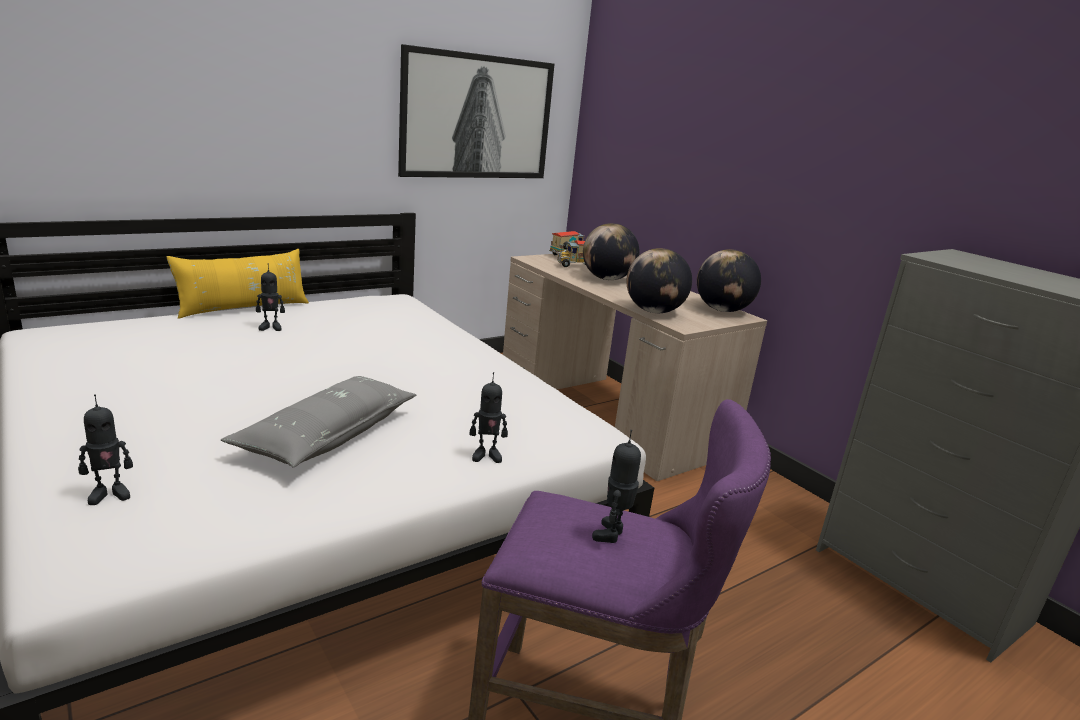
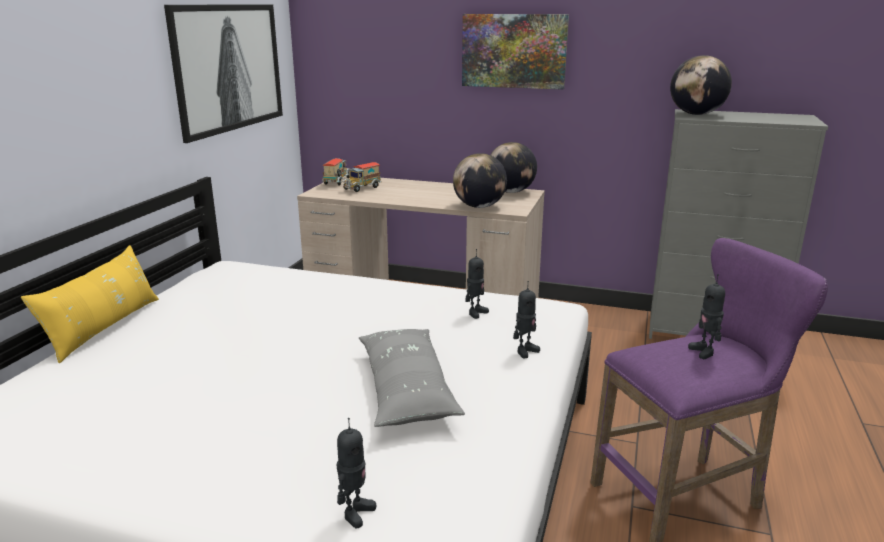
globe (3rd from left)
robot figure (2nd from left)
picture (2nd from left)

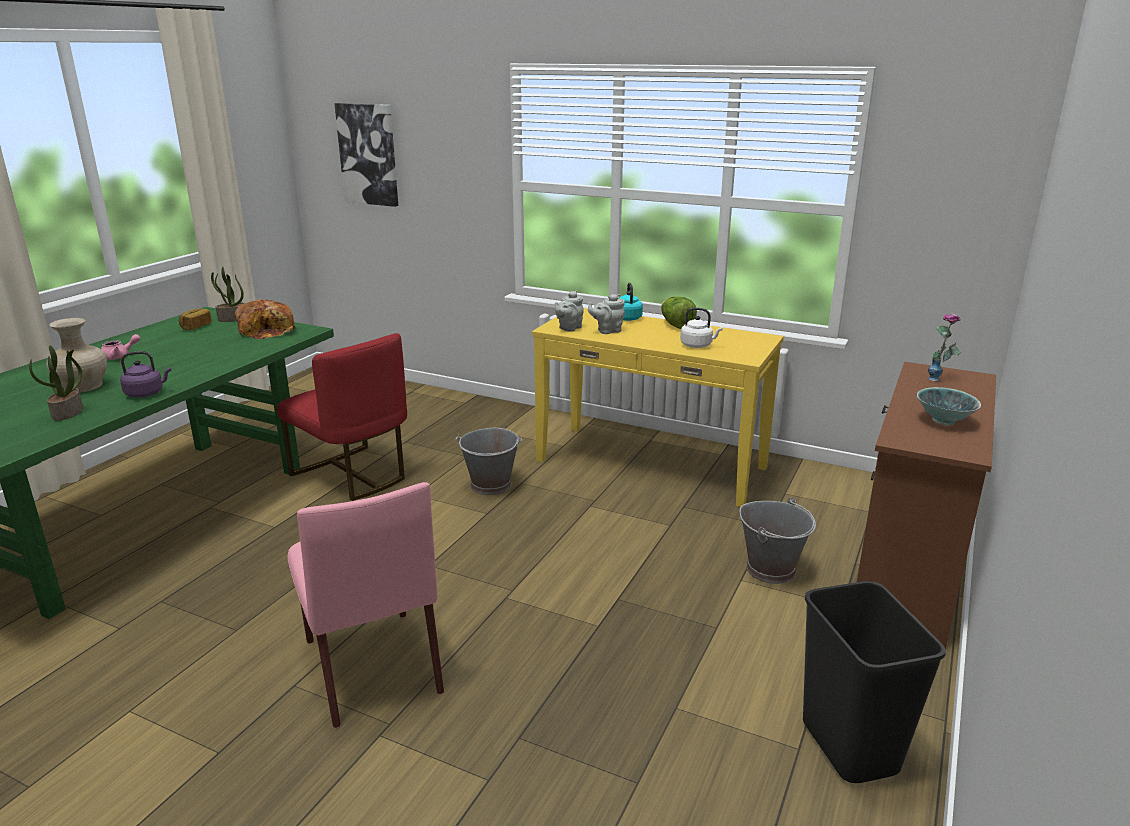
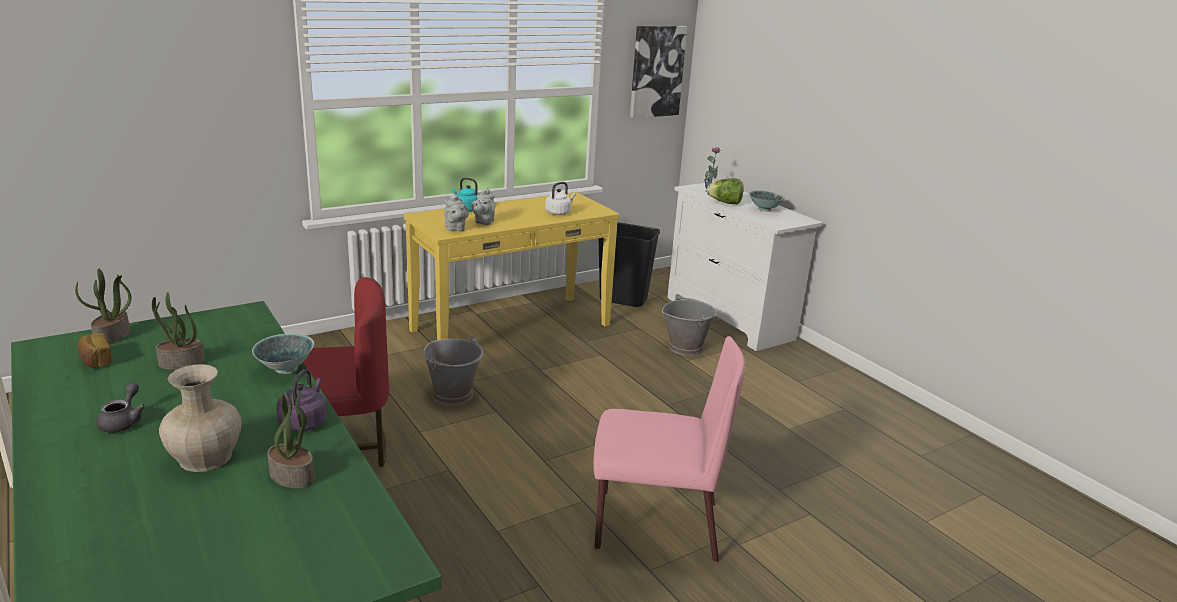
picture
lettuce head
bread (2nd from left in the first image)
gray pot for tea (1st from left)
whitish chest of drawers
black-coloured waste bin
potted plant (2nd from left)
bowl (1st from left)

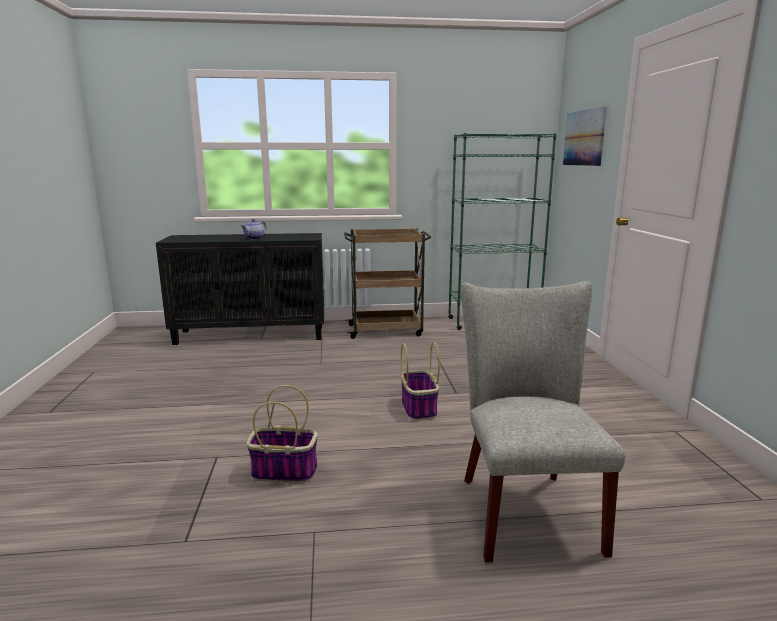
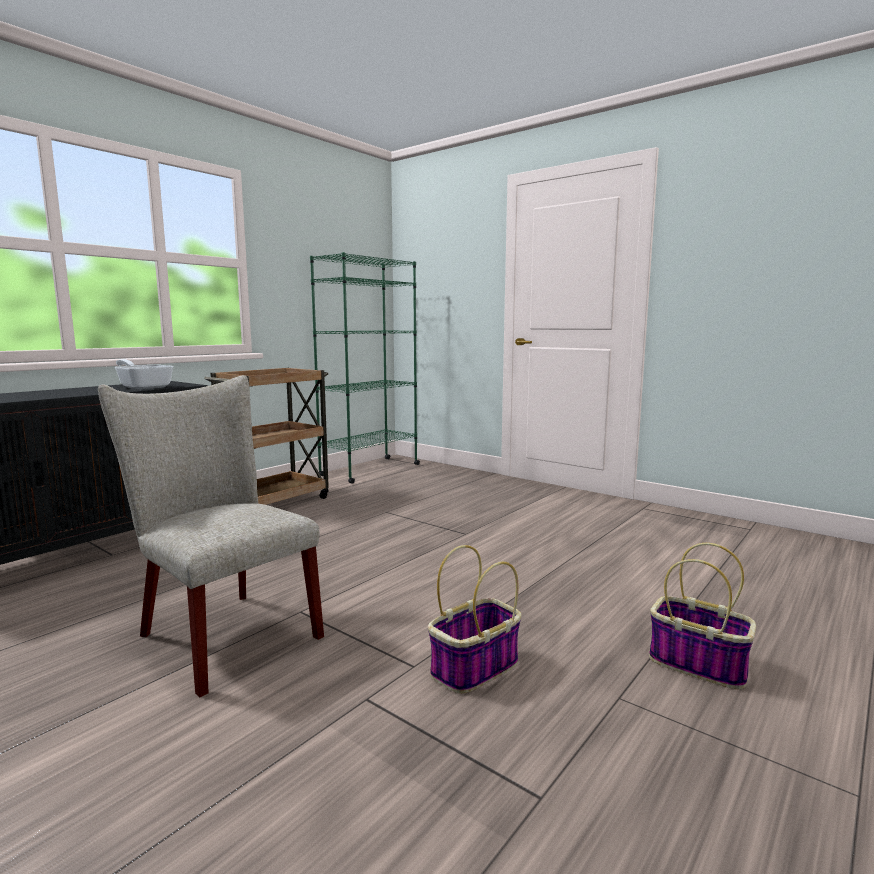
picture
pot for tea
beige-coloured upright chair
basket (2nd from left)
skillet

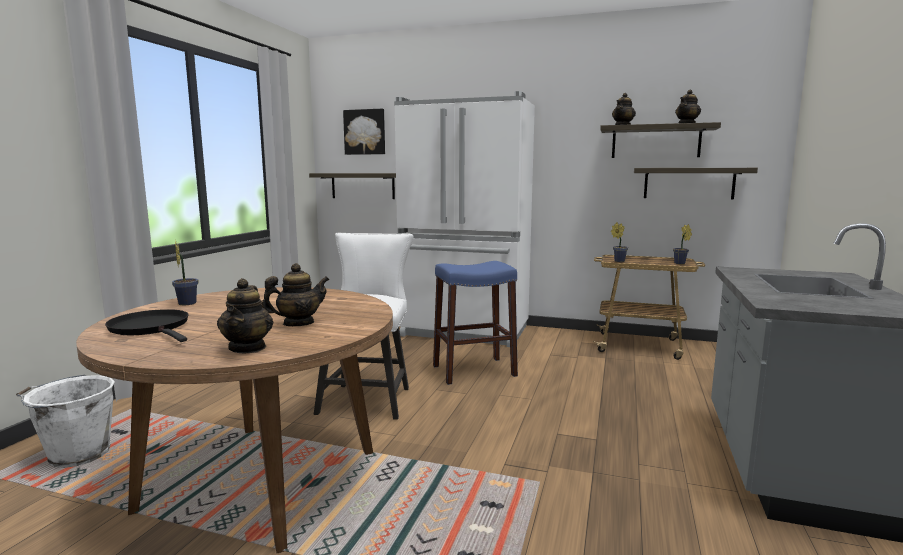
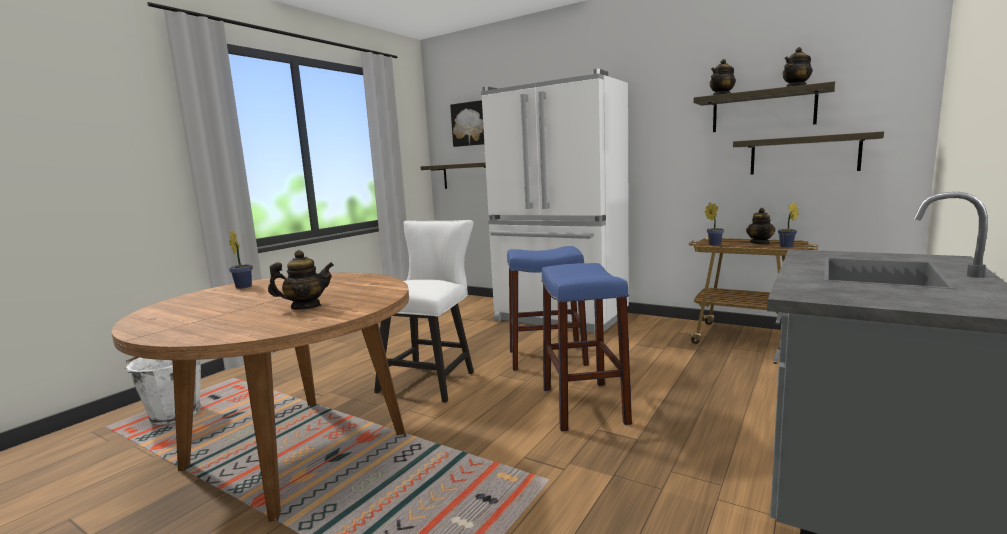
pot for tea (3rd from left)
black-coloured skillet
blue-coloured stool (2nd from left)

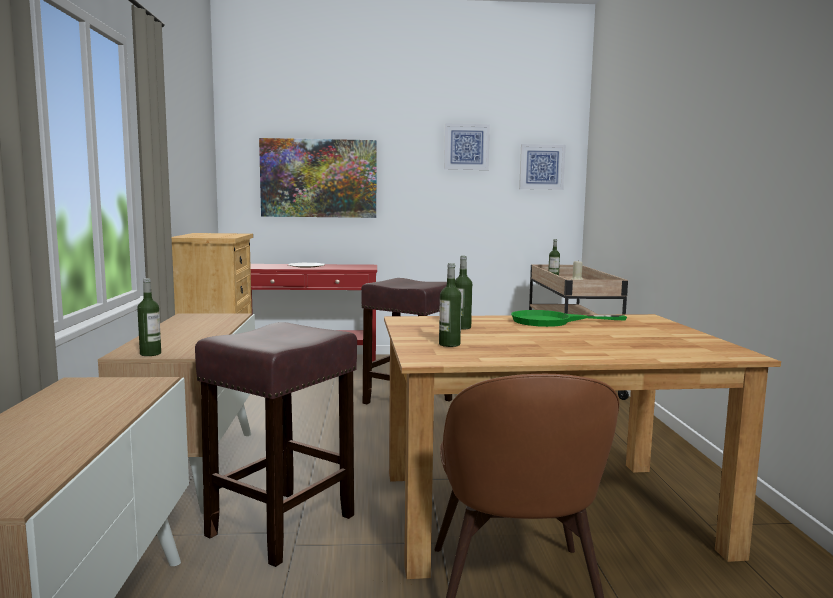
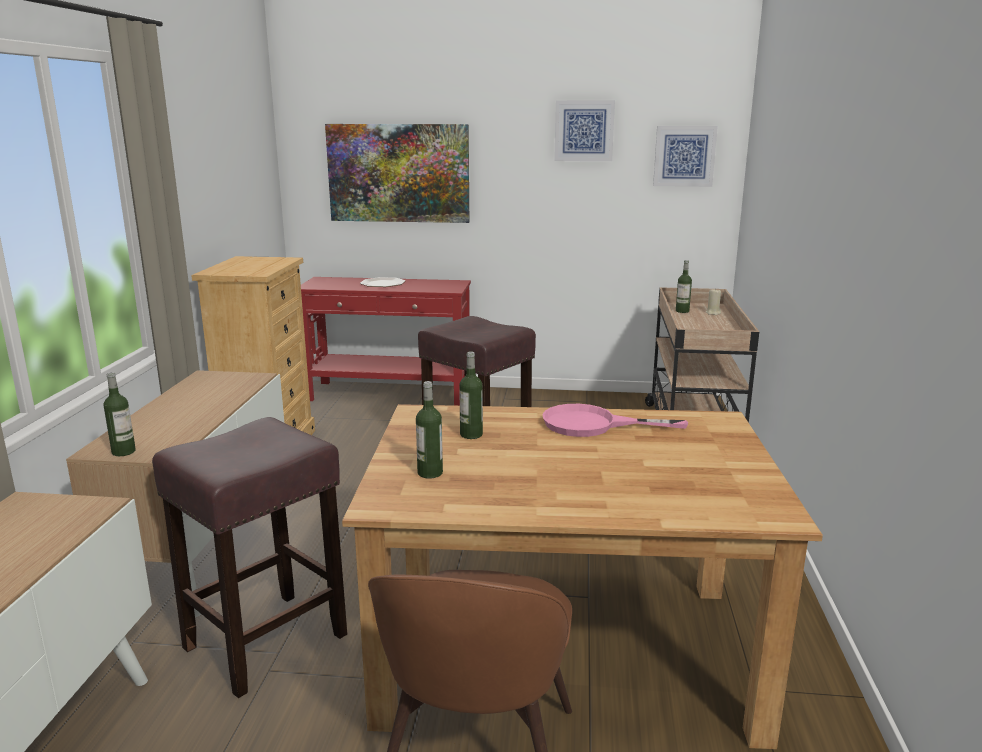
pink-coloured skillet

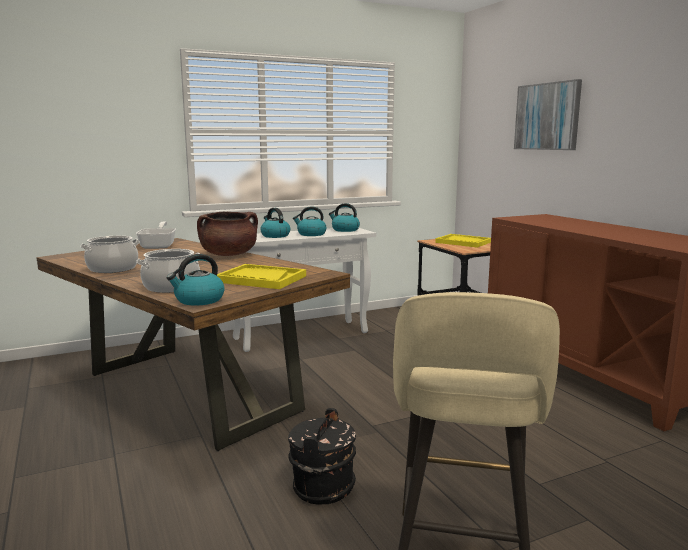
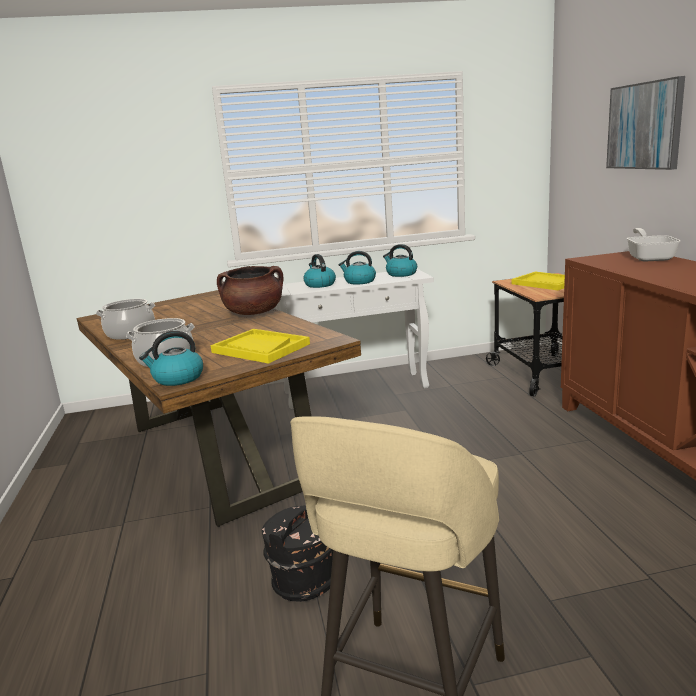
skillet

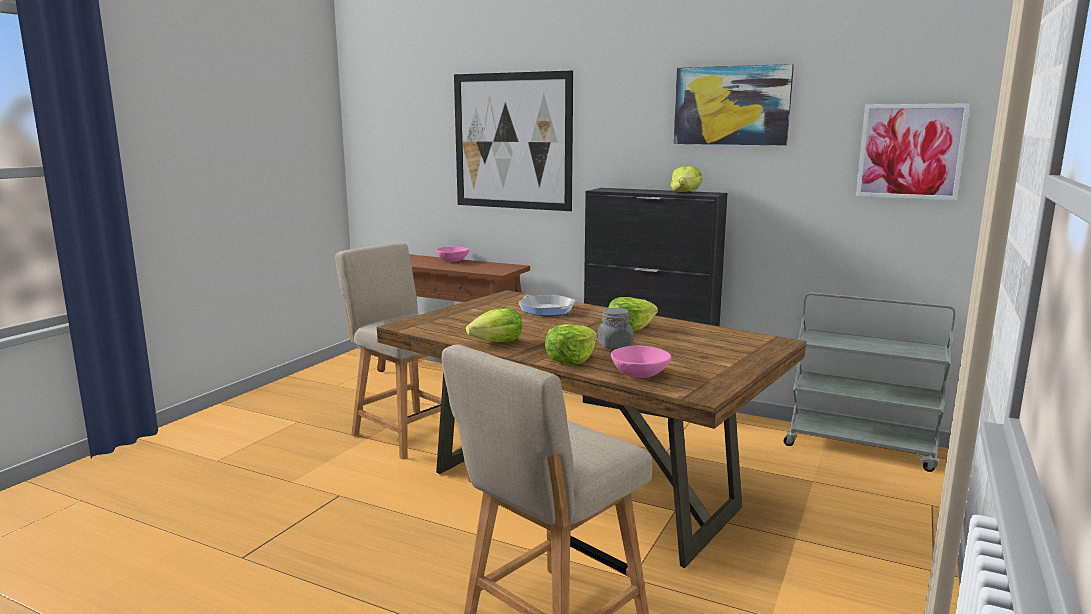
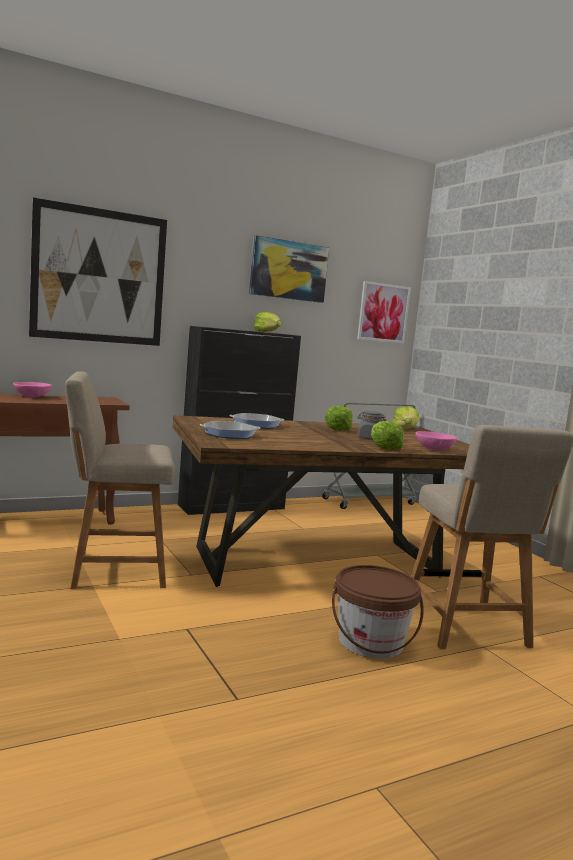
lettuce head (4th from left)
skillet (1st from left)
brownish pail

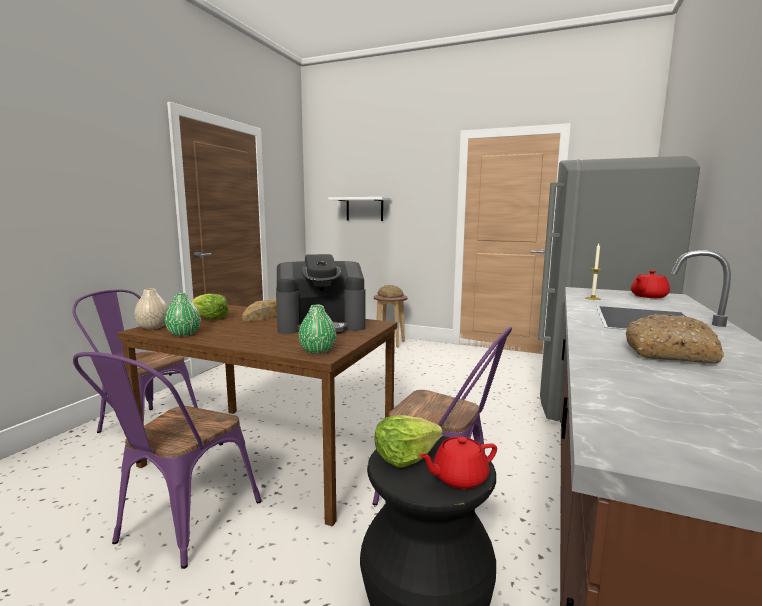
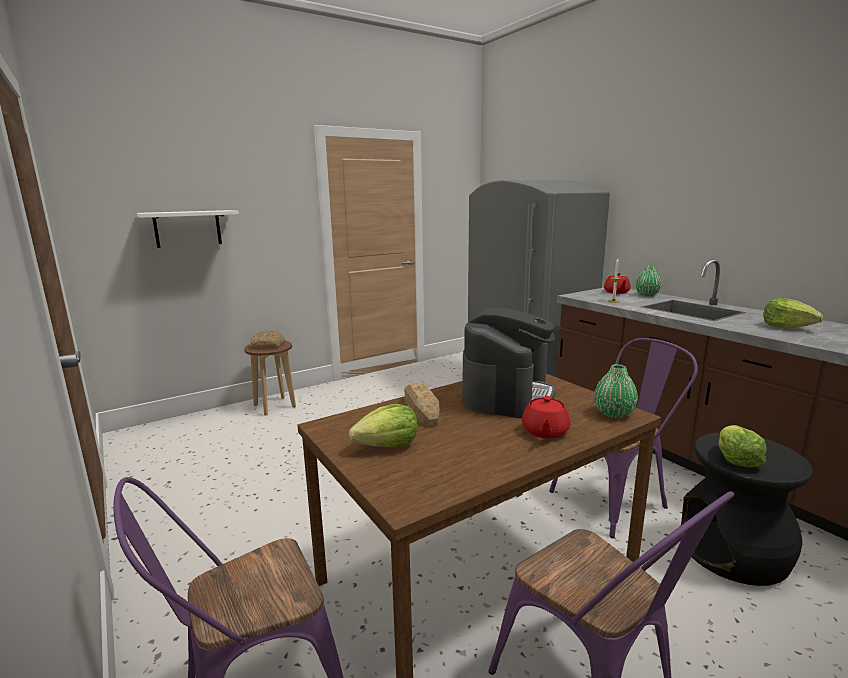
beige-coloured flower vase
green-coloured flower vase (2nd from left)
lettuce head (3rd from left)
red-coloured pot for tea (1st from left)

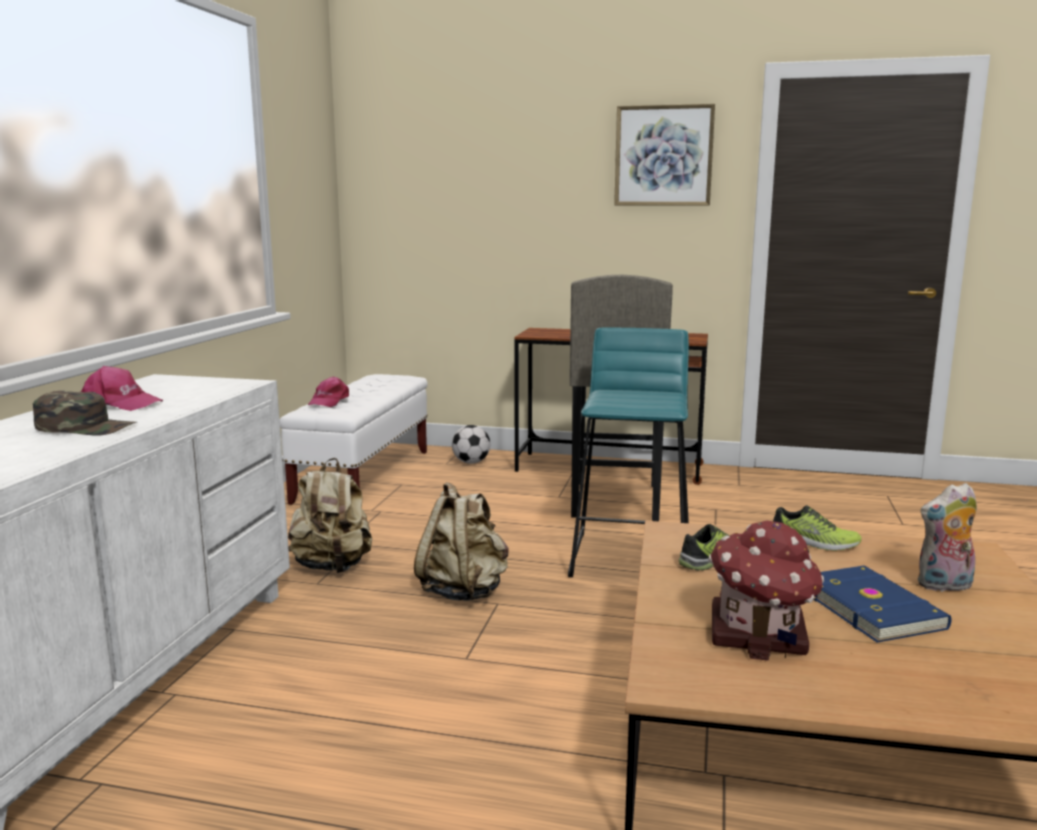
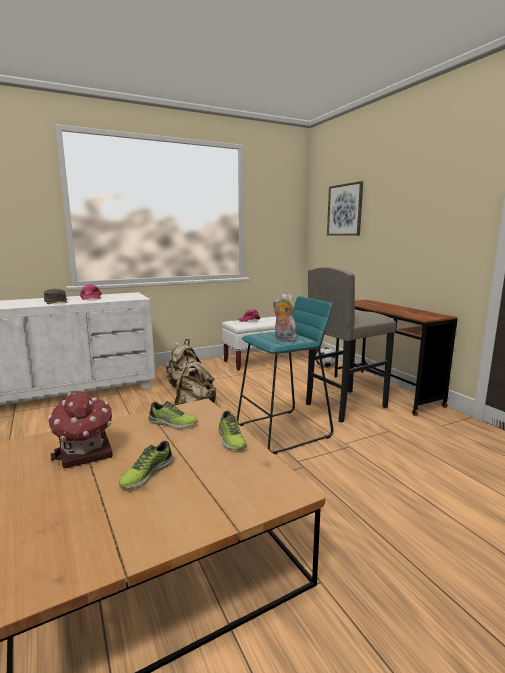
picture
plush toy
item of footwear (1st from left)

